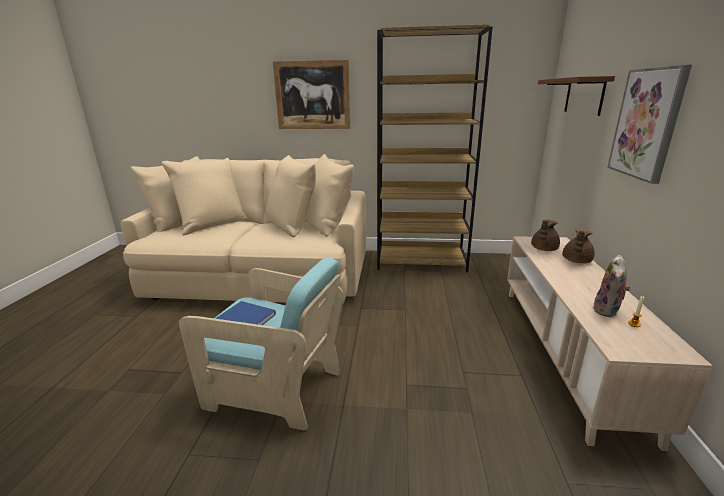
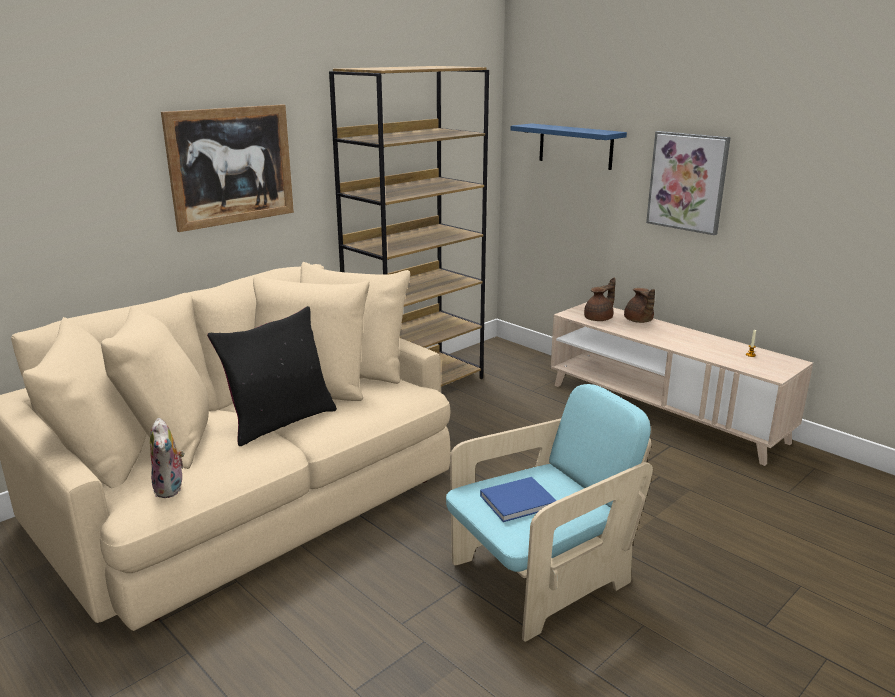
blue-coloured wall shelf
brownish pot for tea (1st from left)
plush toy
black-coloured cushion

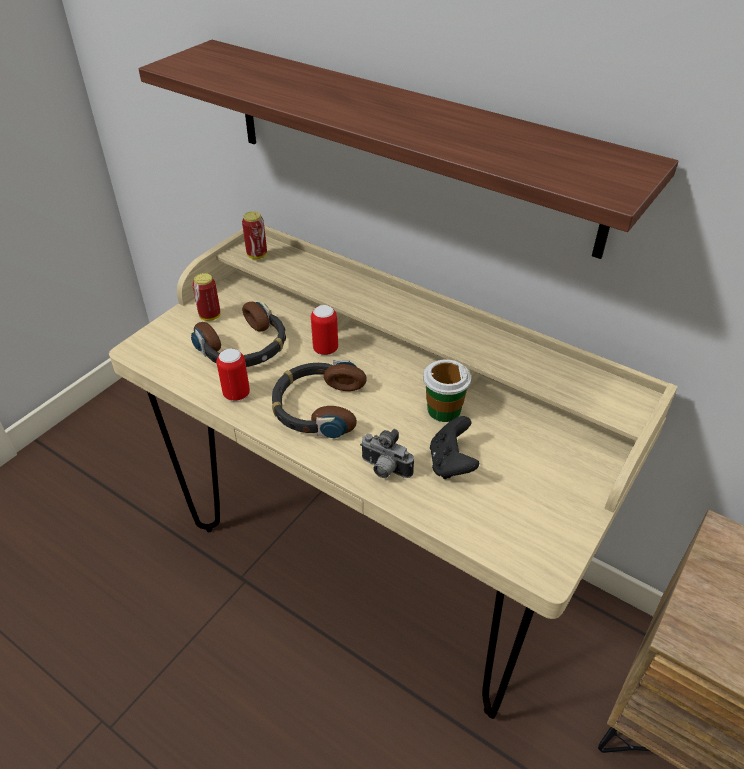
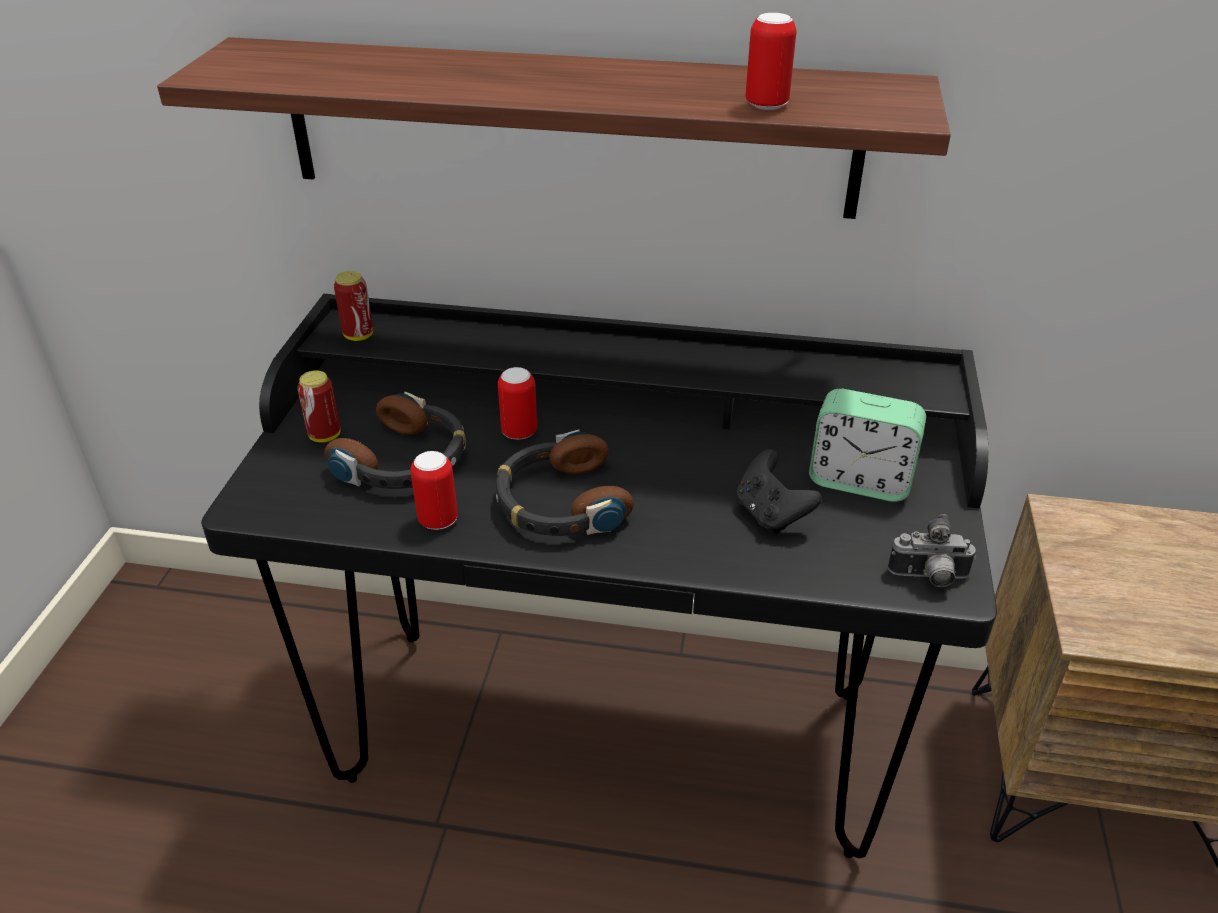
black-coloured desk
drinking cup
still camera
metal can (5th from left)
bedside clock

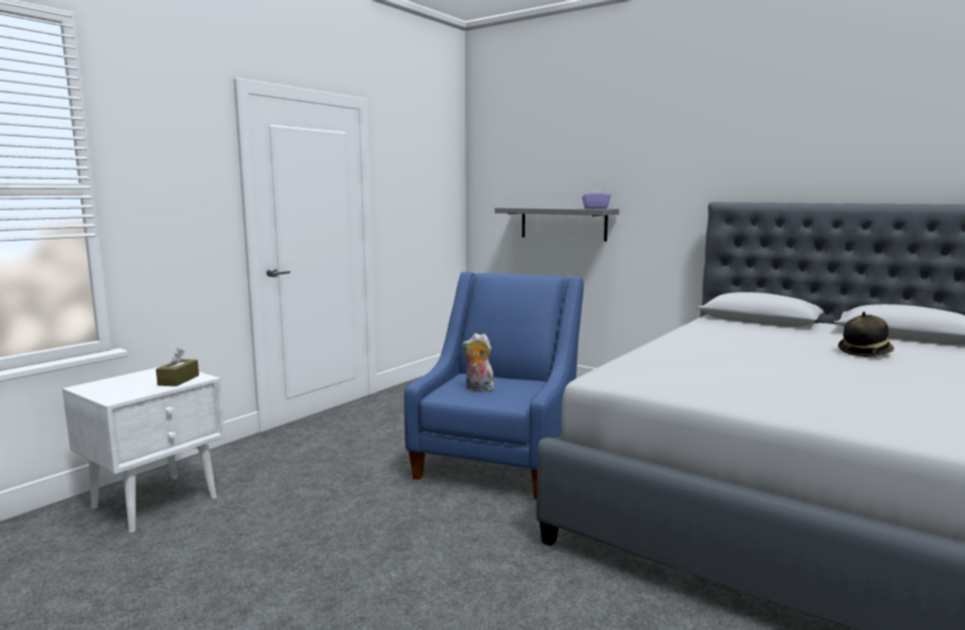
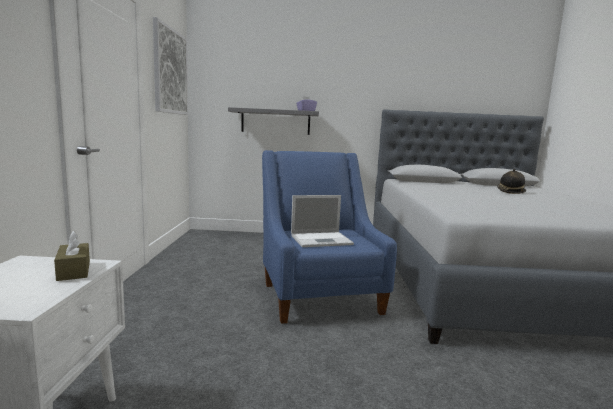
notebook computer
picture

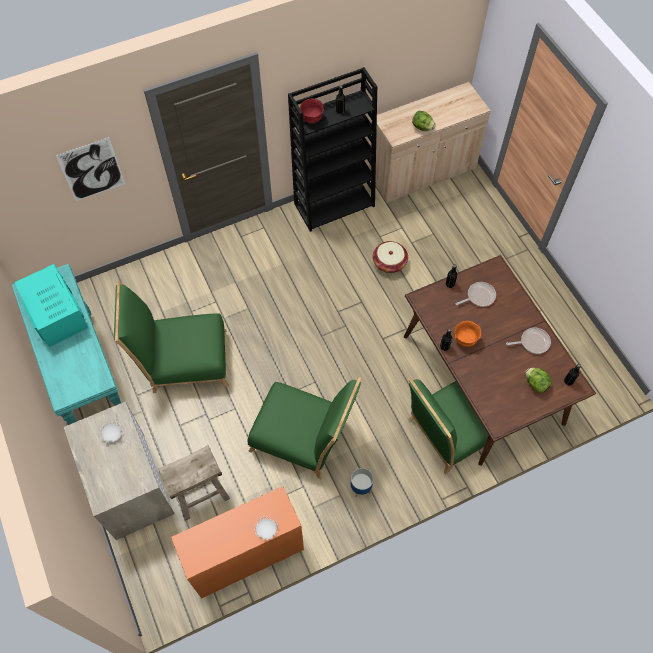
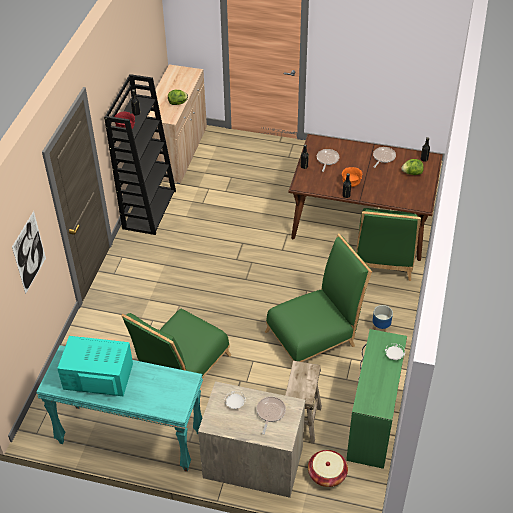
basket
green-coloured desk
skillet (1st from left)

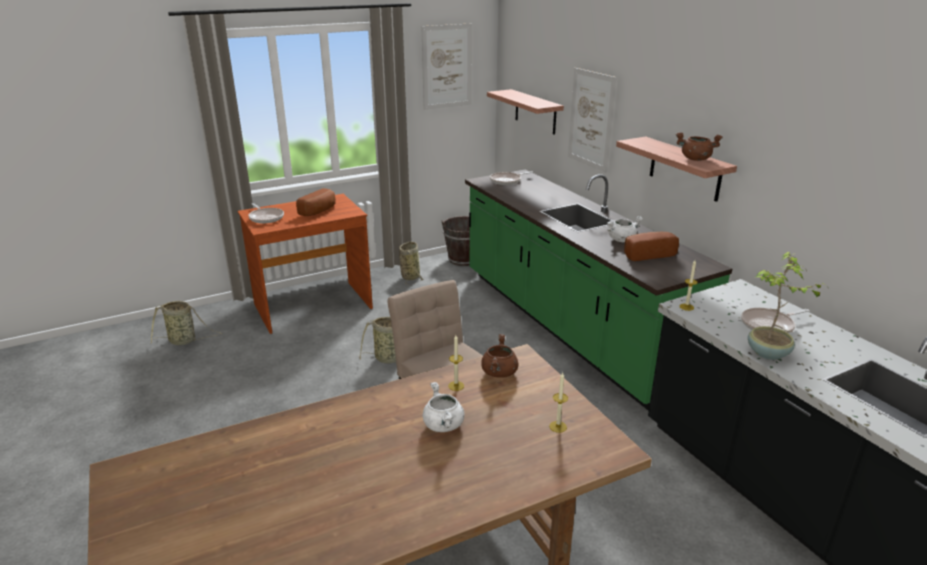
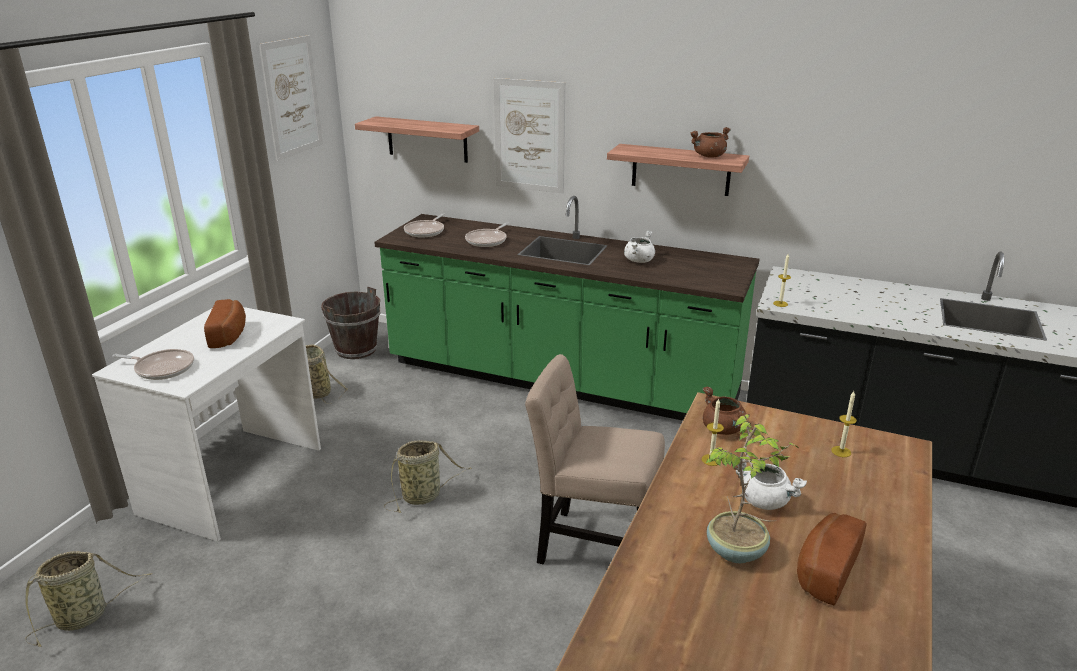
whitish desk
bread (2nd from left)
potted plant
skillet (3rd from left)

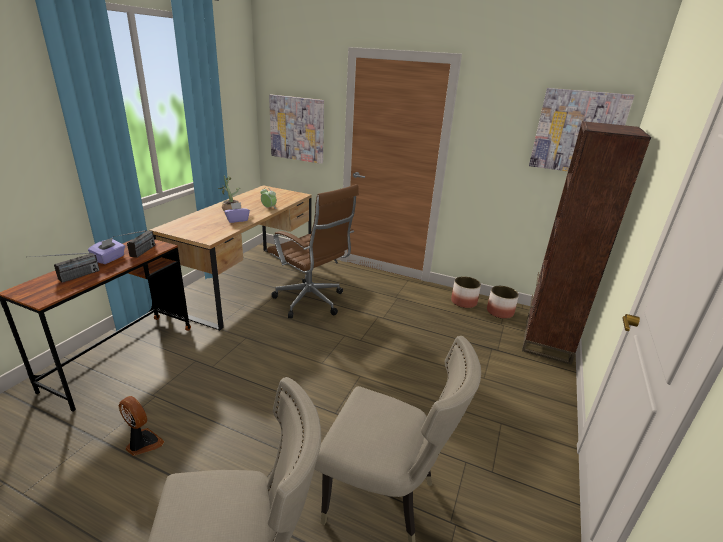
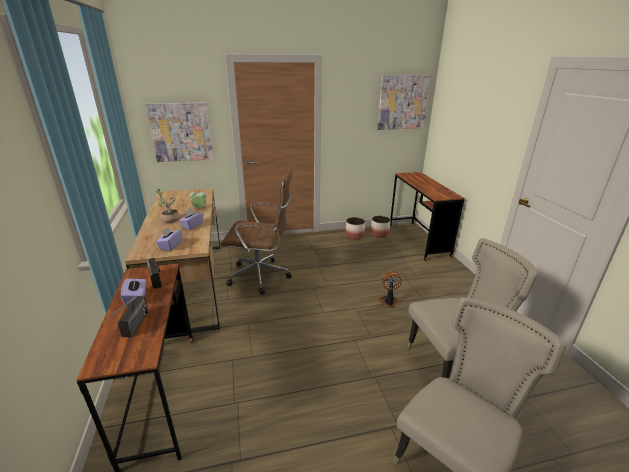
brownish desk (3rd from left)
fan
purplish tissue holder (2nd from left)

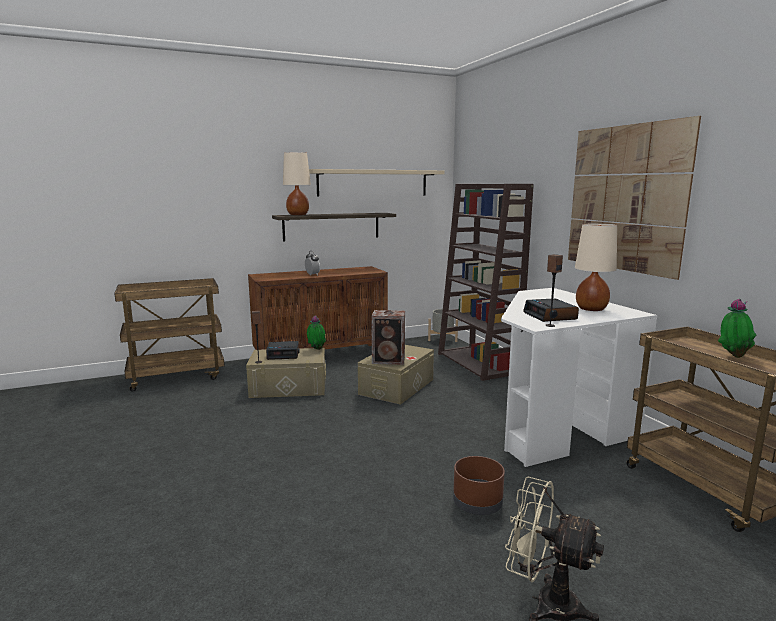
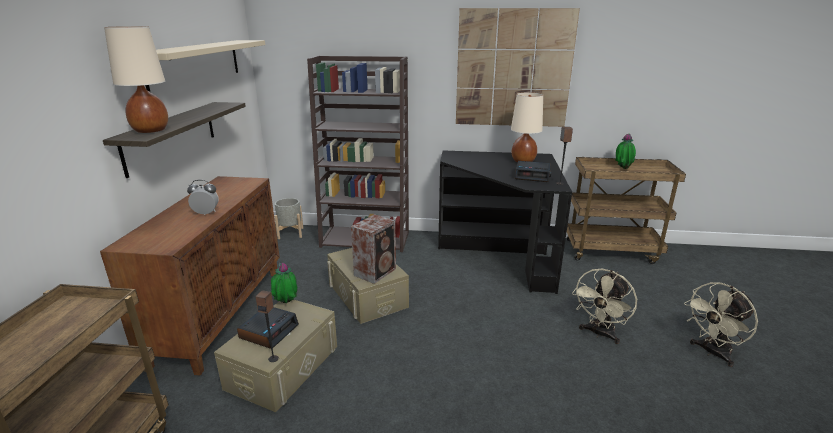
black-coloured desk
beige-coloured fan (1st from left)

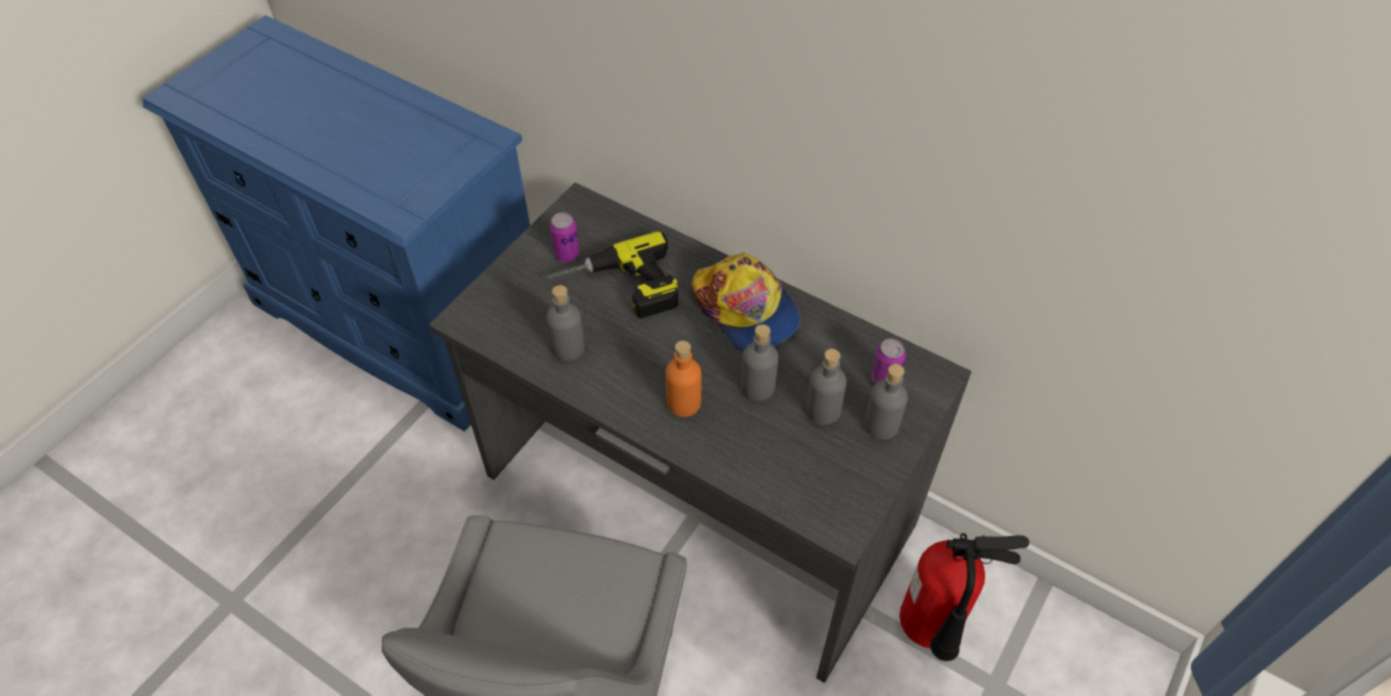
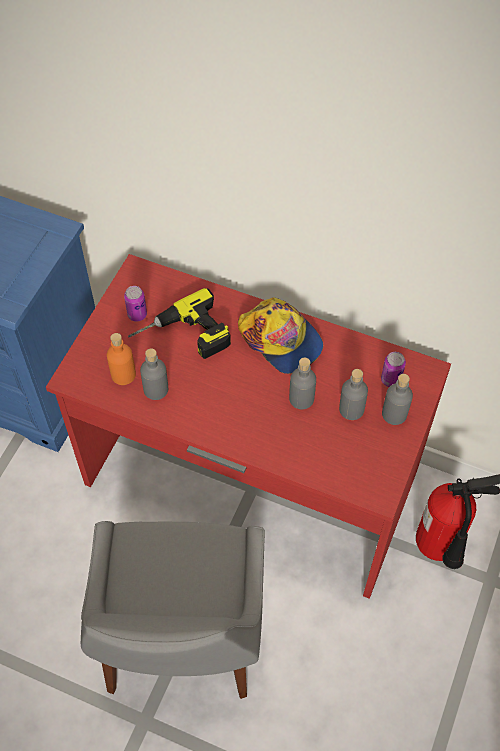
red-coloured desk
orangey bottle

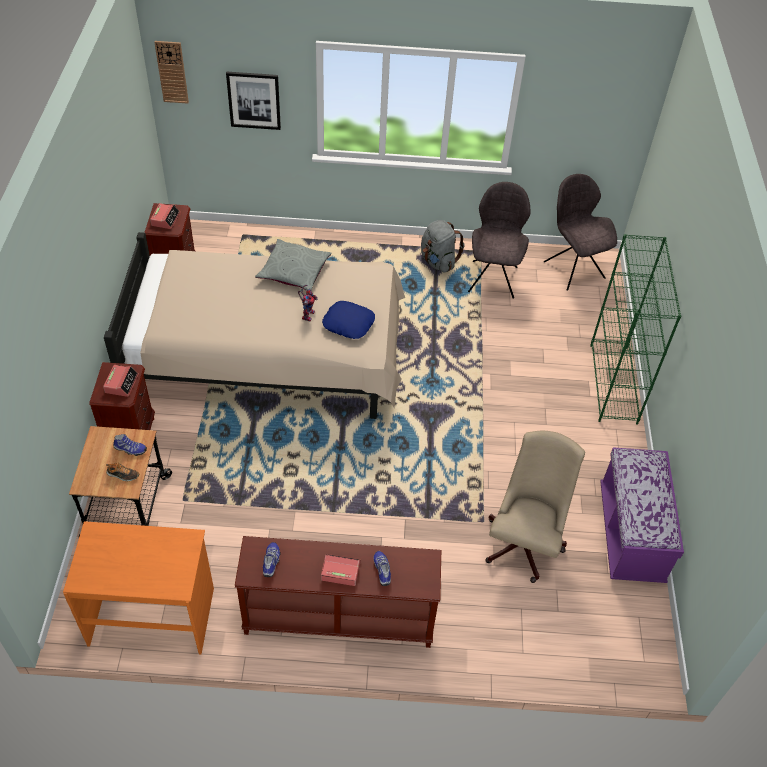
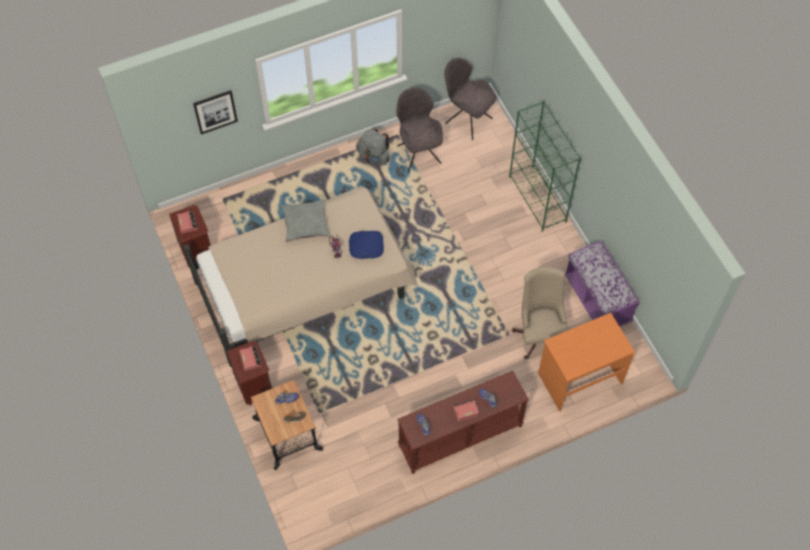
wall clock
orangey desk

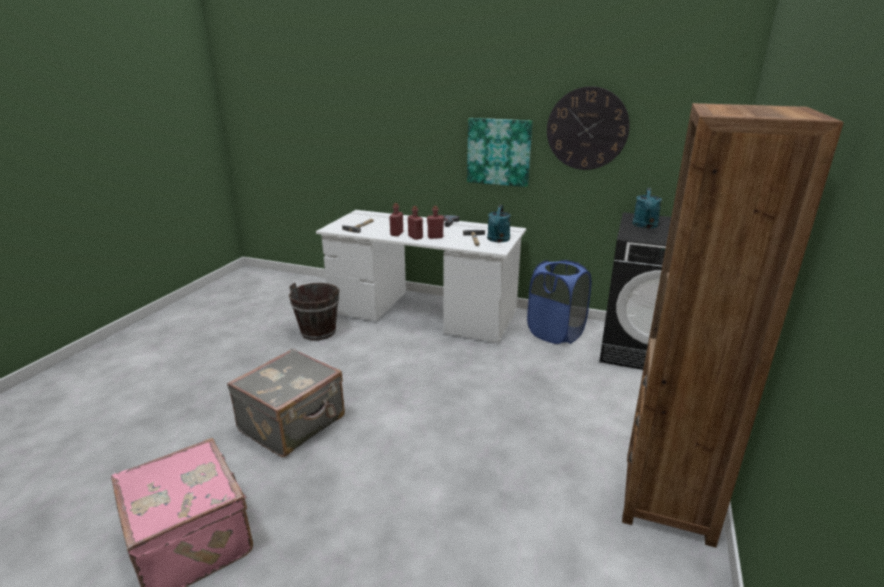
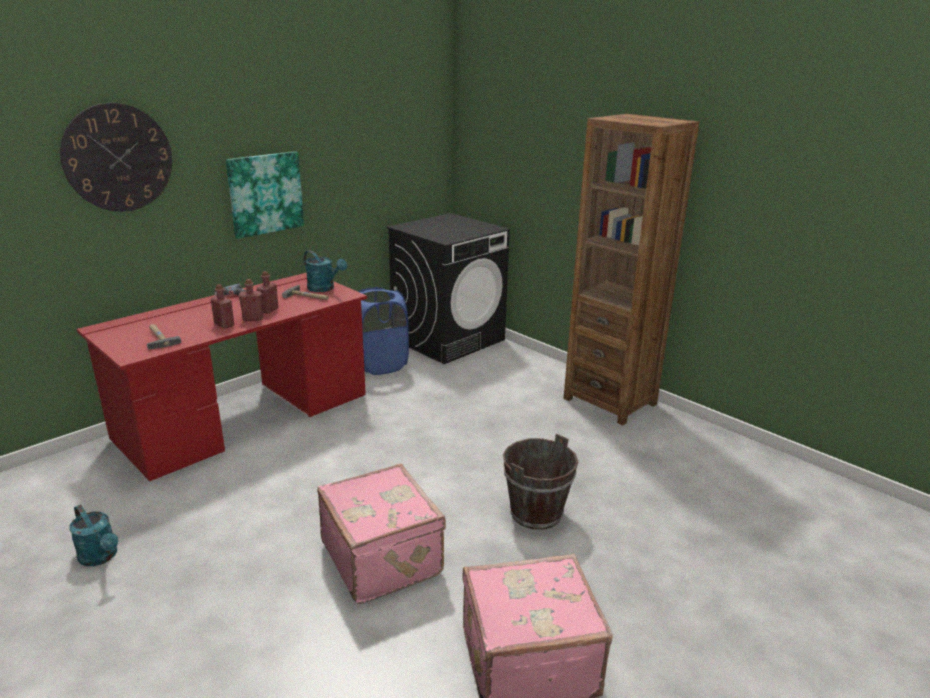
wall clock
turquoise sprinkling can (1st from left)
red-coloured desk
brownish pail
pink-coloured suitcase (1st from left)

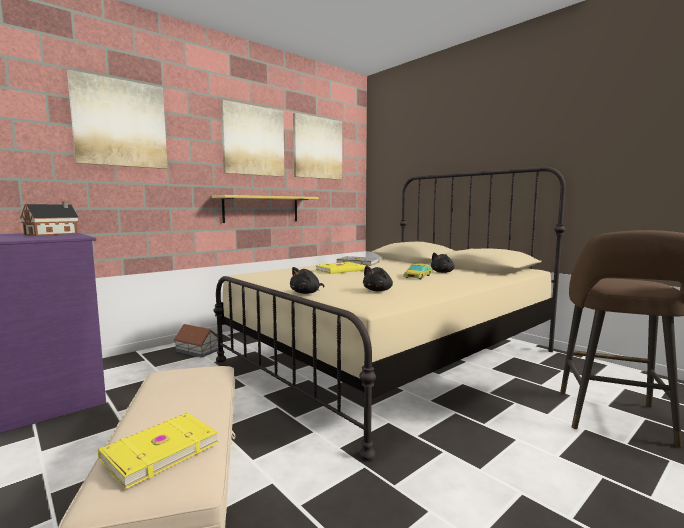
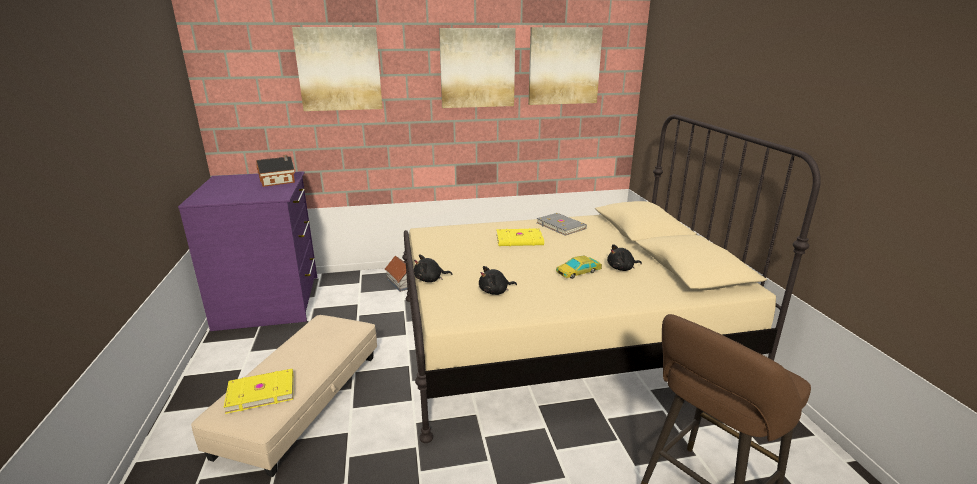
yellowish wall shelf

